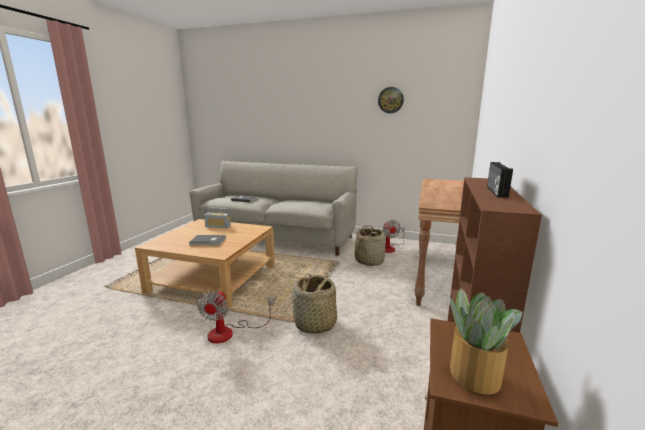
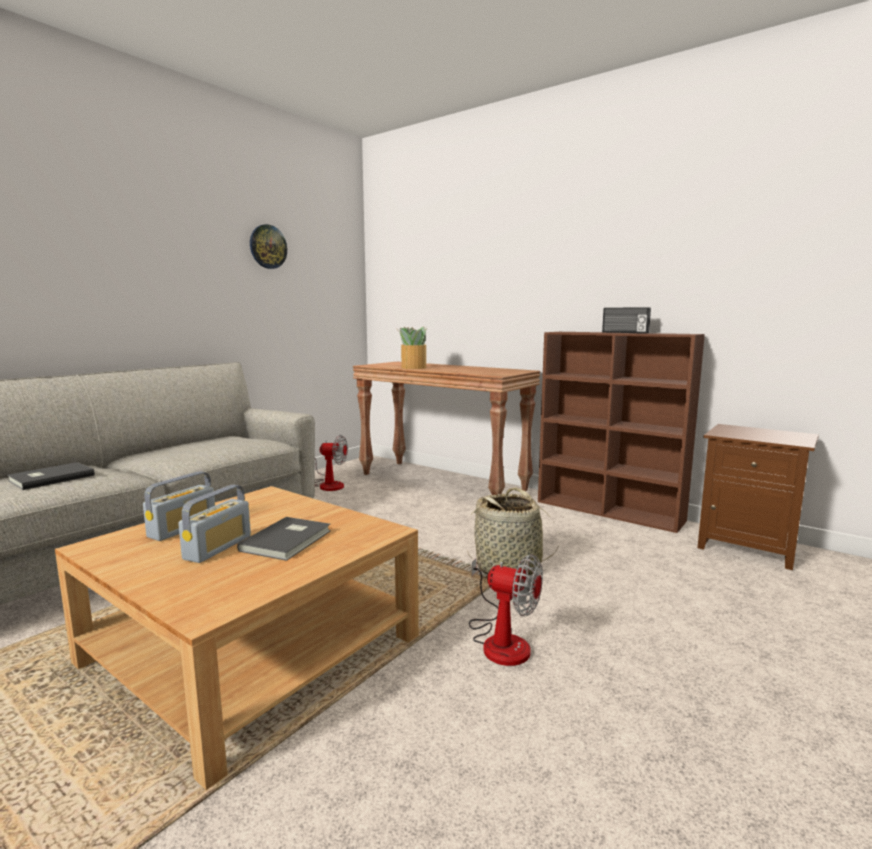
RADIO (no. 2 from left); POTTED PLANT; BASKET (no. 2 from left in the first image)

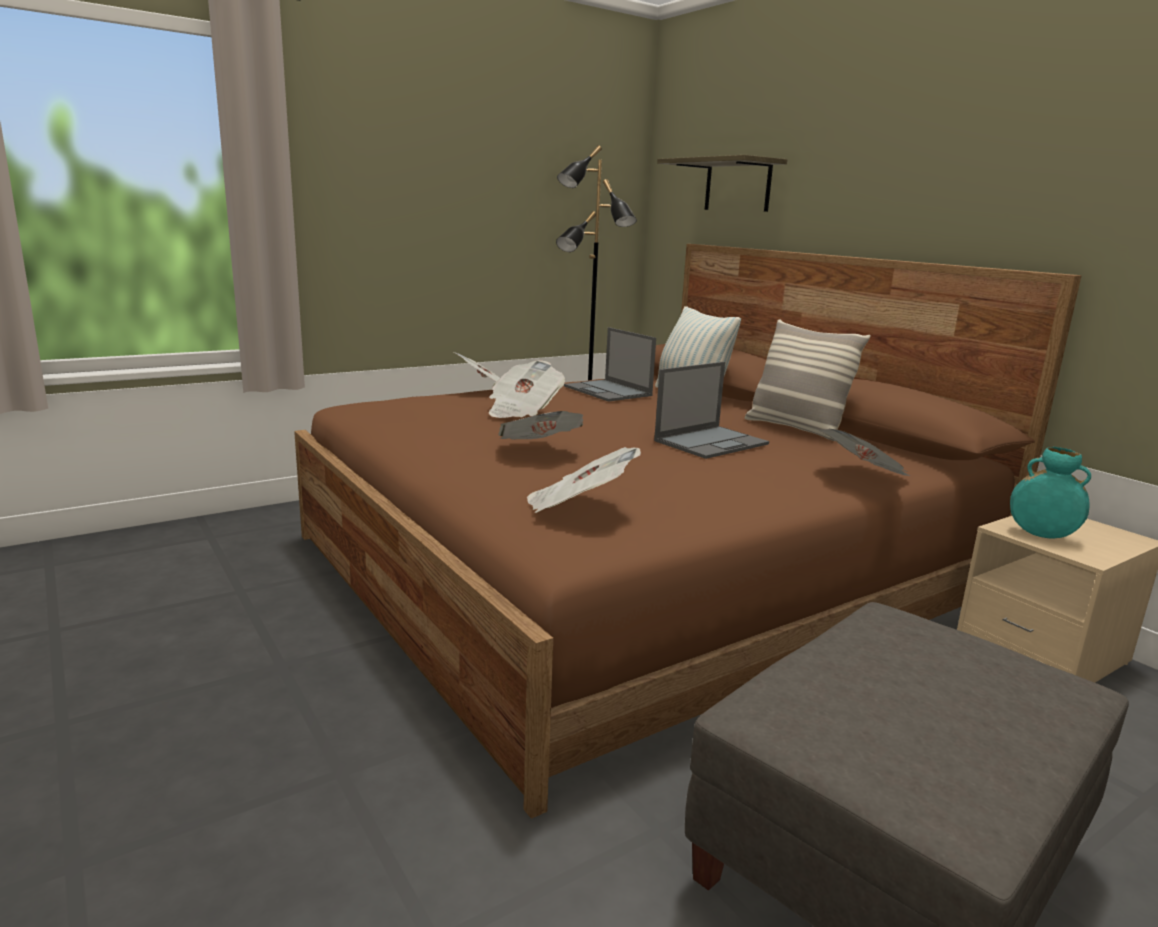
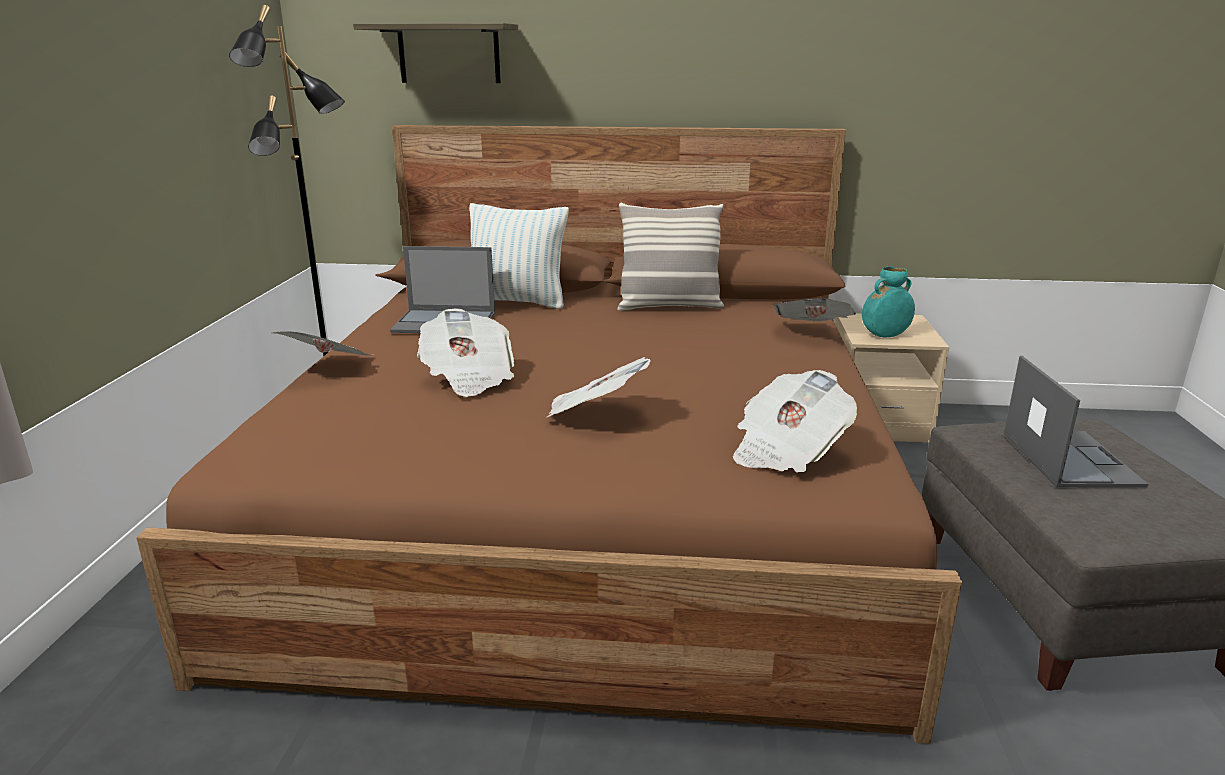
LAPTOP (no. 2 from left)

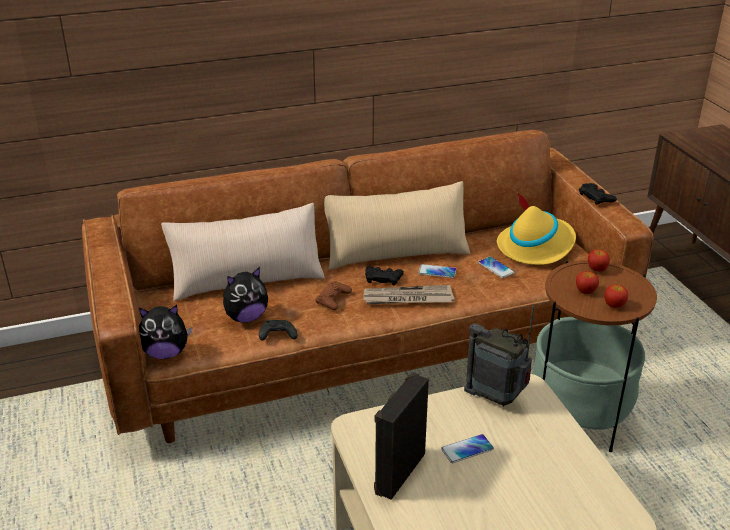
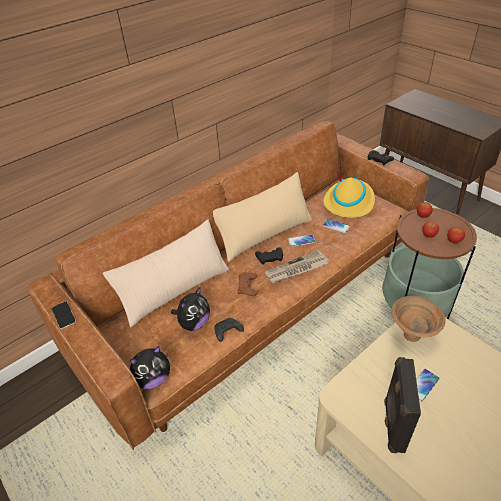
PHONE (no. 1 from left); BROWN BOWL

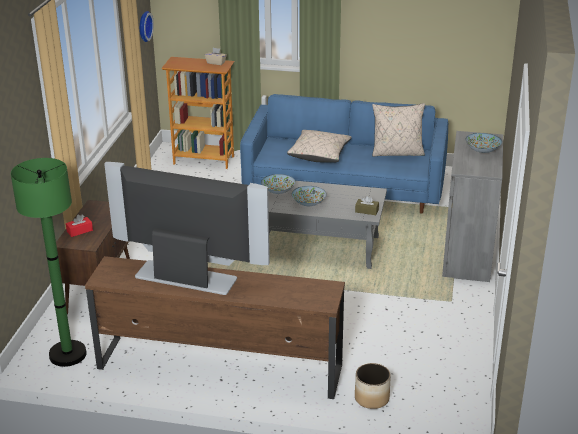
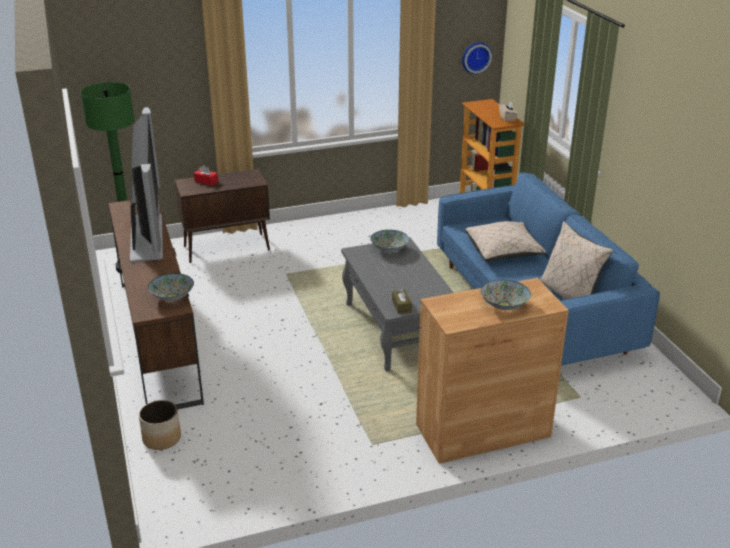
BOWL (no. 1 from left); BROWN CABINET (no. 2 from left)

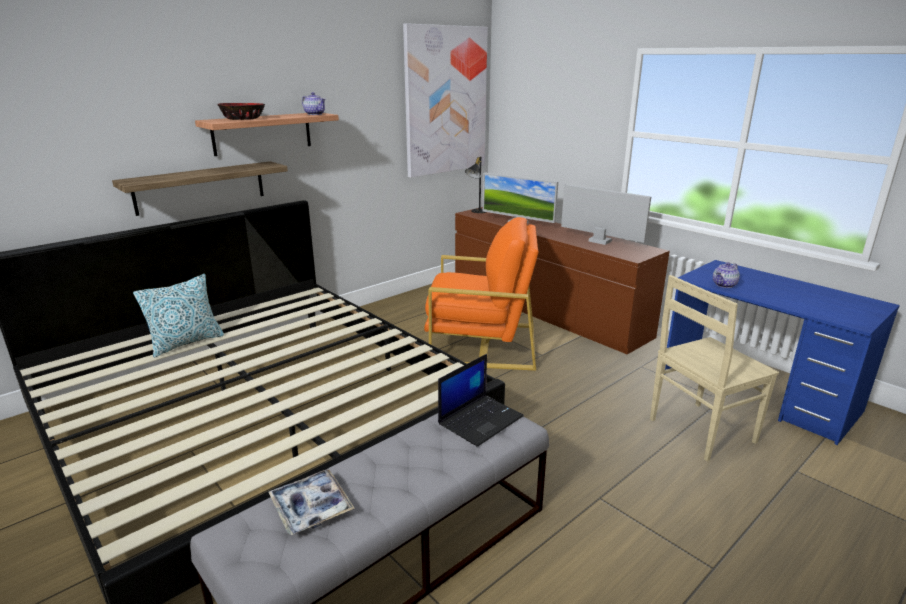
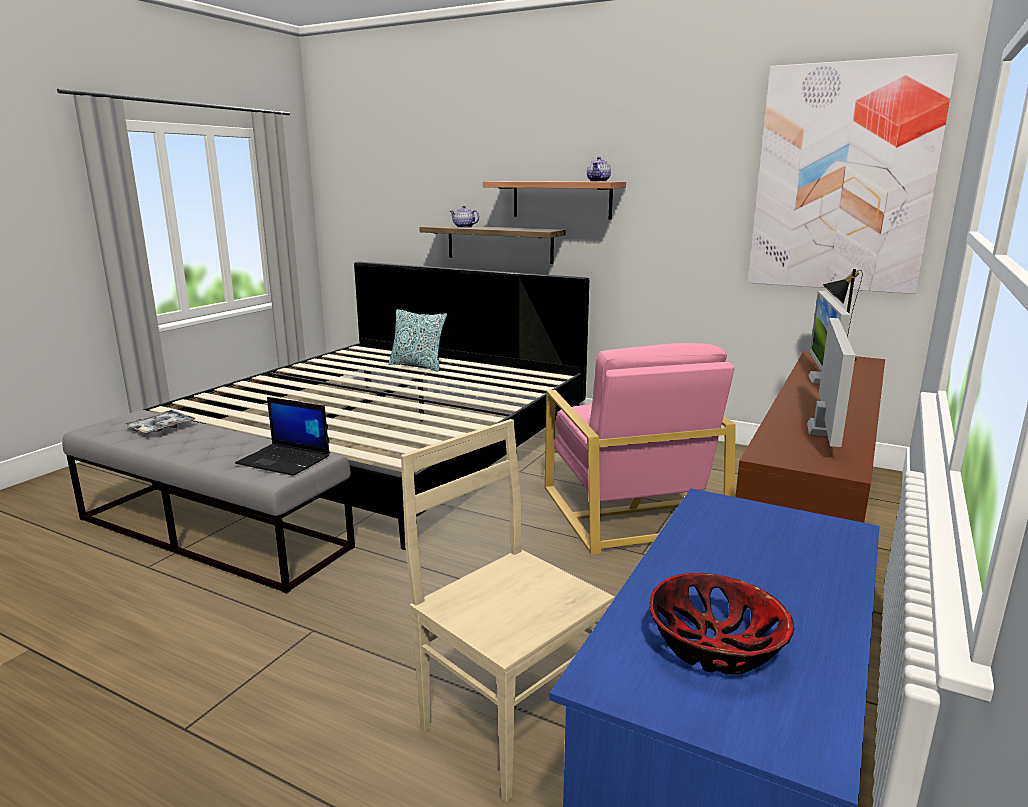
TEAPOT (no. 1 from left); PINK ARMCHAIR; BOWL

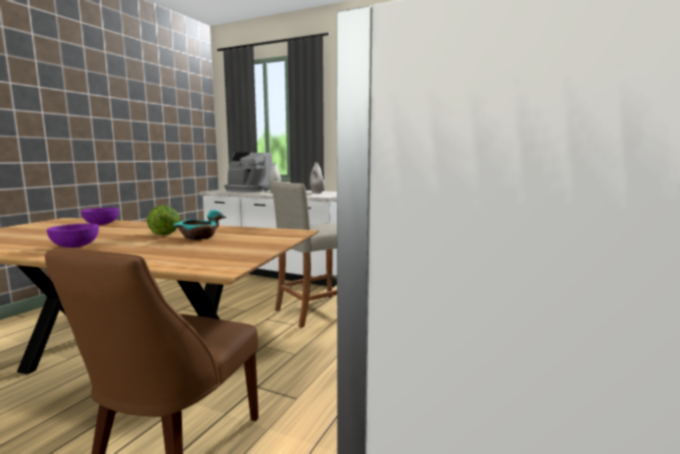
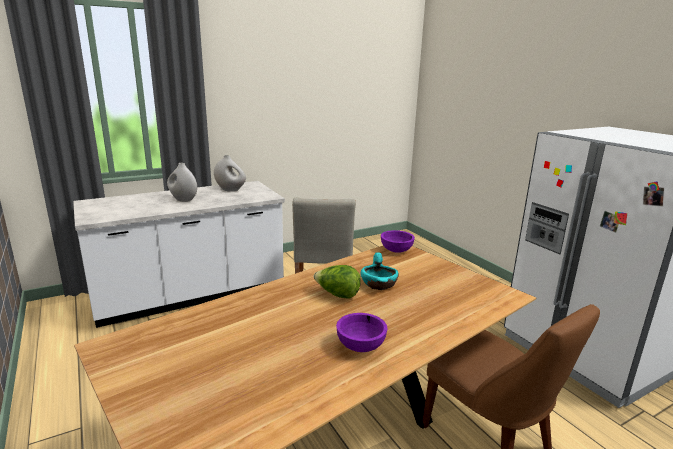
PURPLE BOWL (no. 2 from left); COFFEE MACHINE

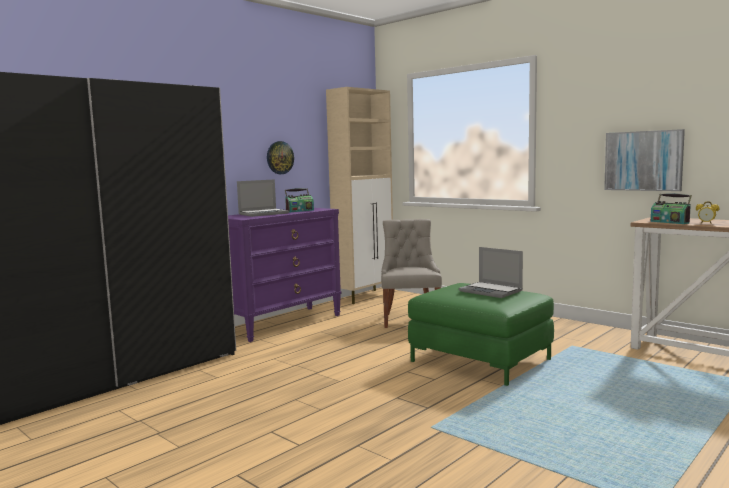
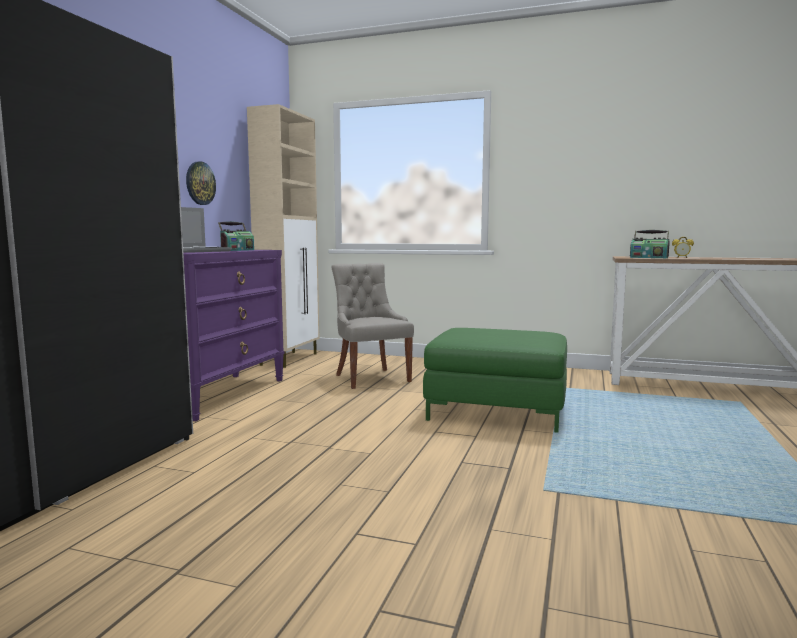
LAPTOP (no. 2 from left in the first image); PICTURE

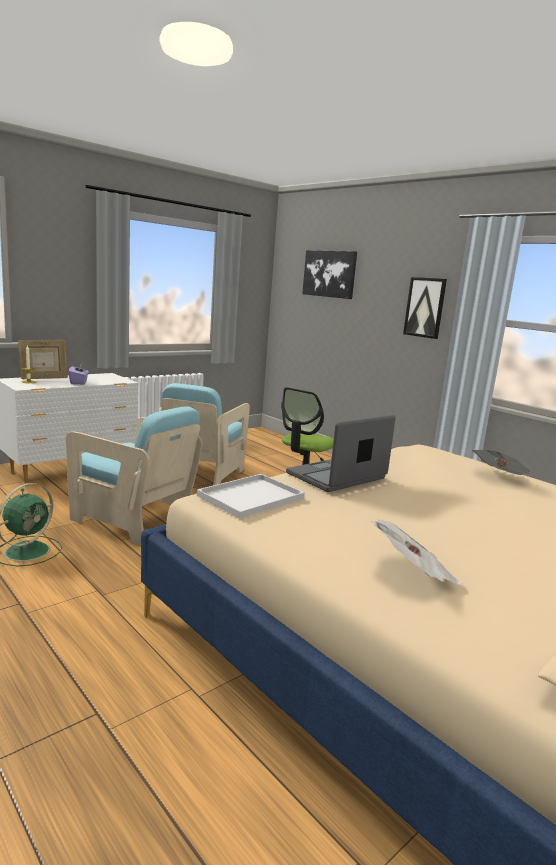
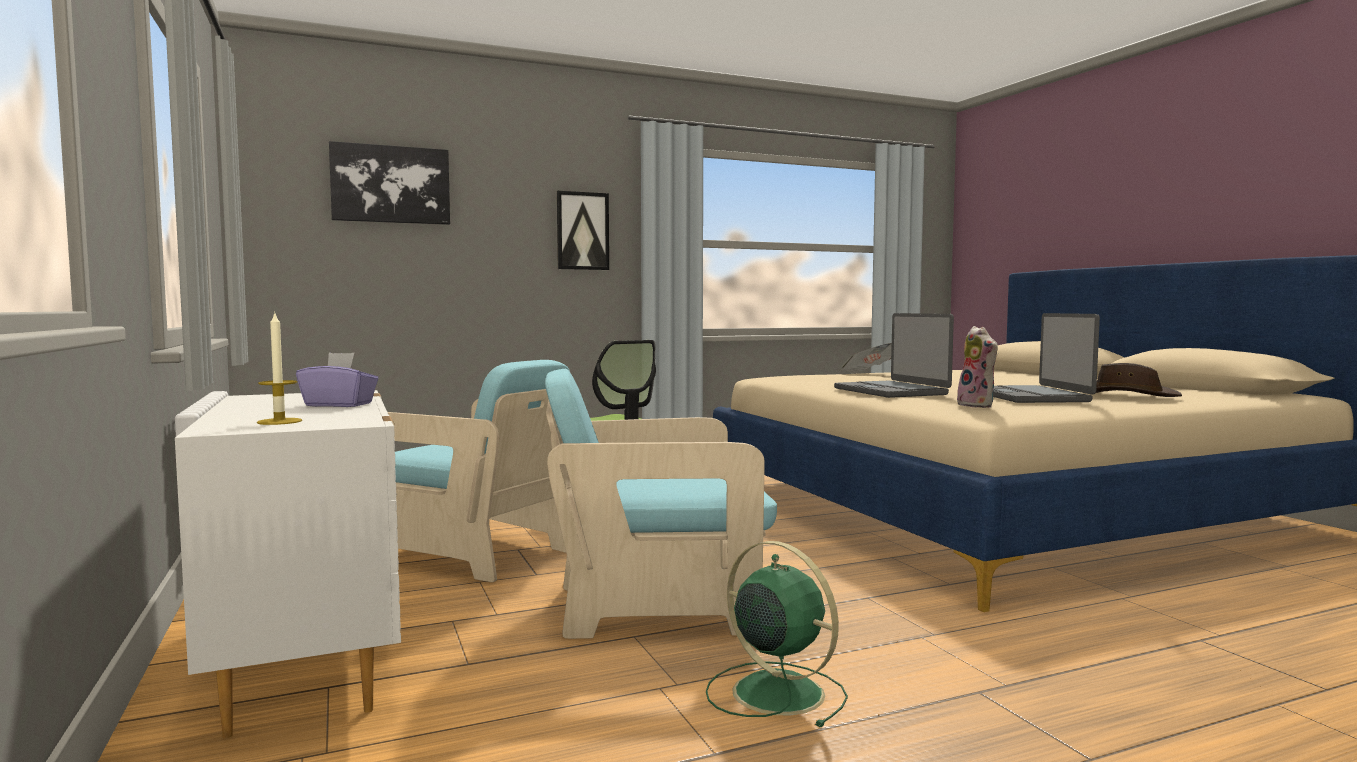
TURQUOISE ARMCHAIR (no. 2 from left); PLUSH TOY; LAPTOP (no. 2 from left); BROWN HAT; PICTURE FRAME

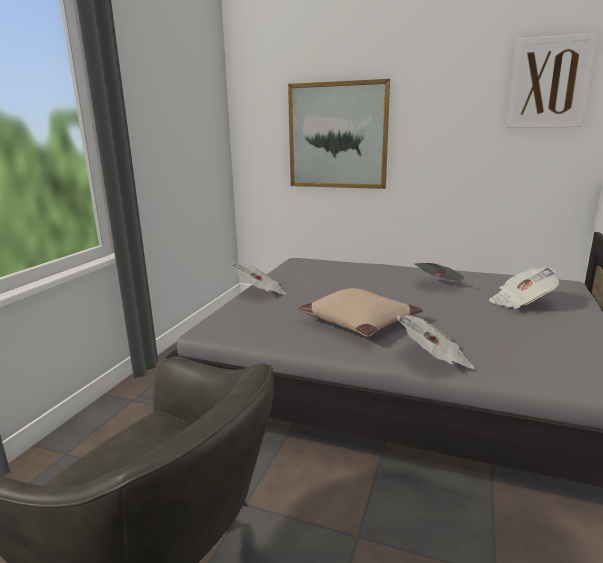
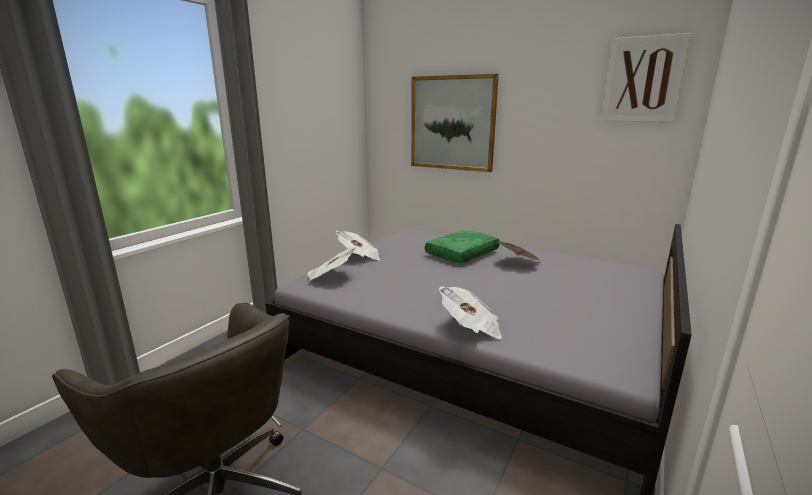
NEWSPAPER (no. 1 from left); GREEN PILLOW; BEIGE PILLOW

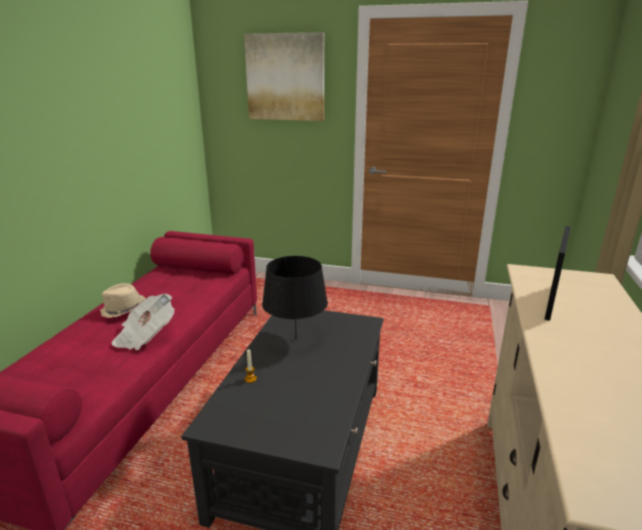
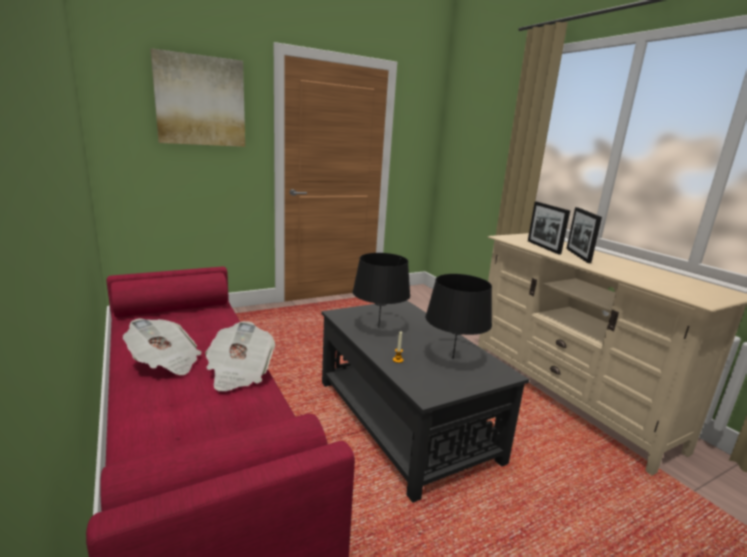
NEWSPAPER (no. 1 from left); BLACK TABLE LAMP (no. 2 from left); PICTURE FRAME (no. 2 from left)

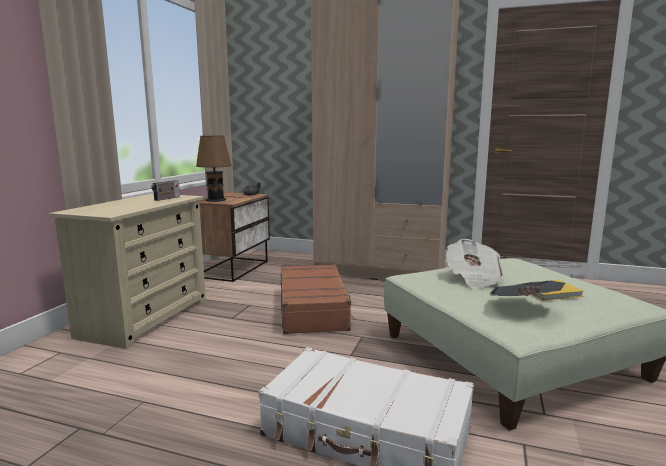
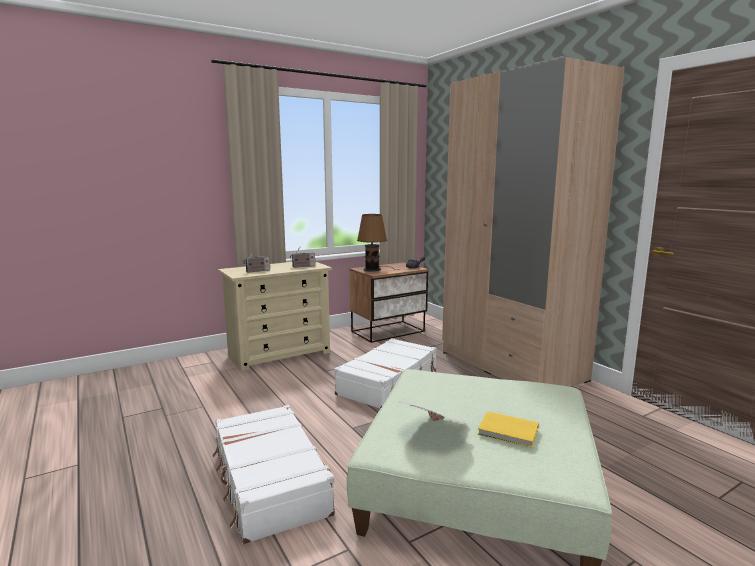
RADIO (no. 1 from left); WHITE SUITCASE (no. 2 from left); NEWSPAPER (no. 1 from left in the first image)

